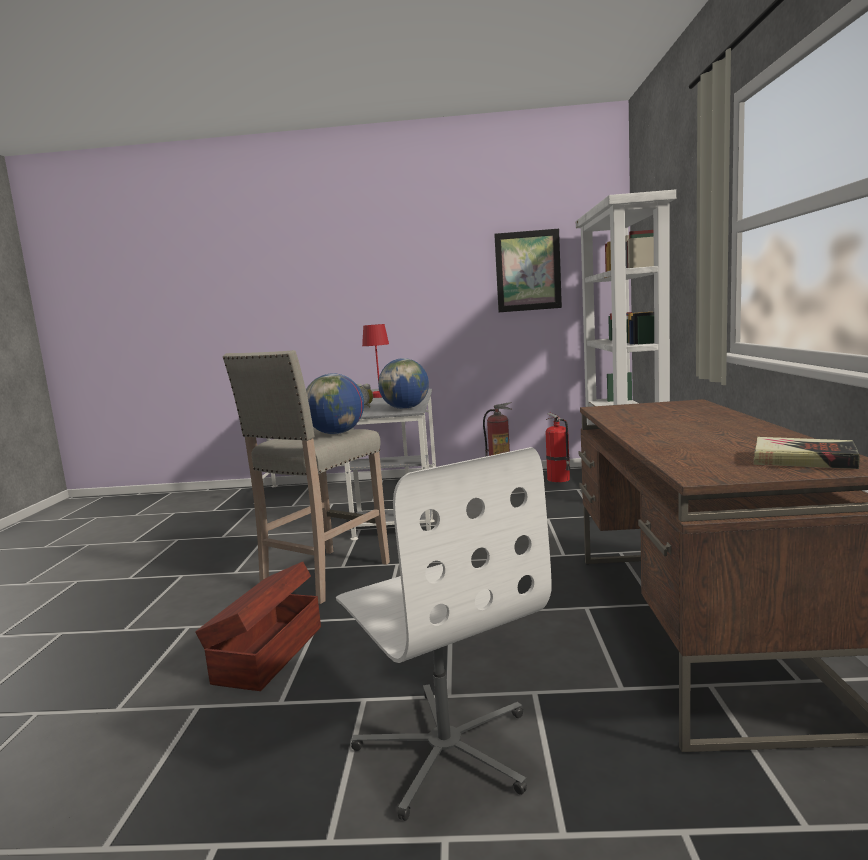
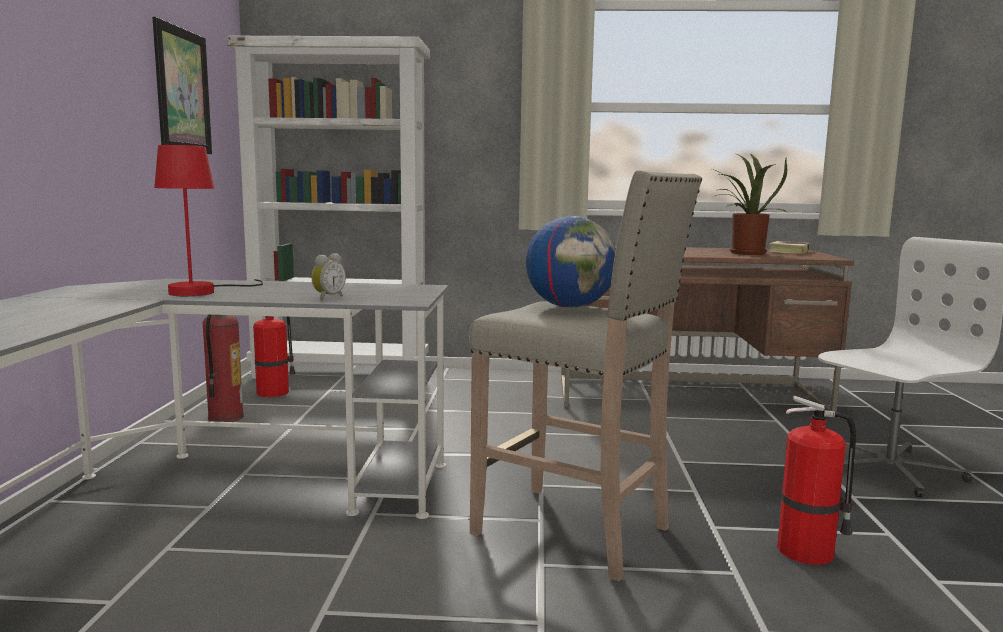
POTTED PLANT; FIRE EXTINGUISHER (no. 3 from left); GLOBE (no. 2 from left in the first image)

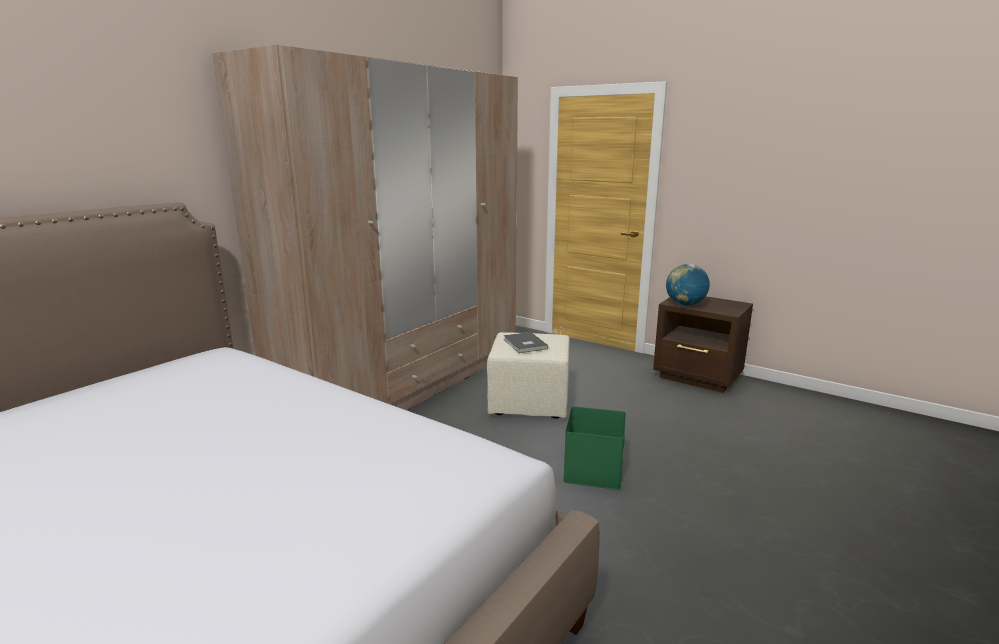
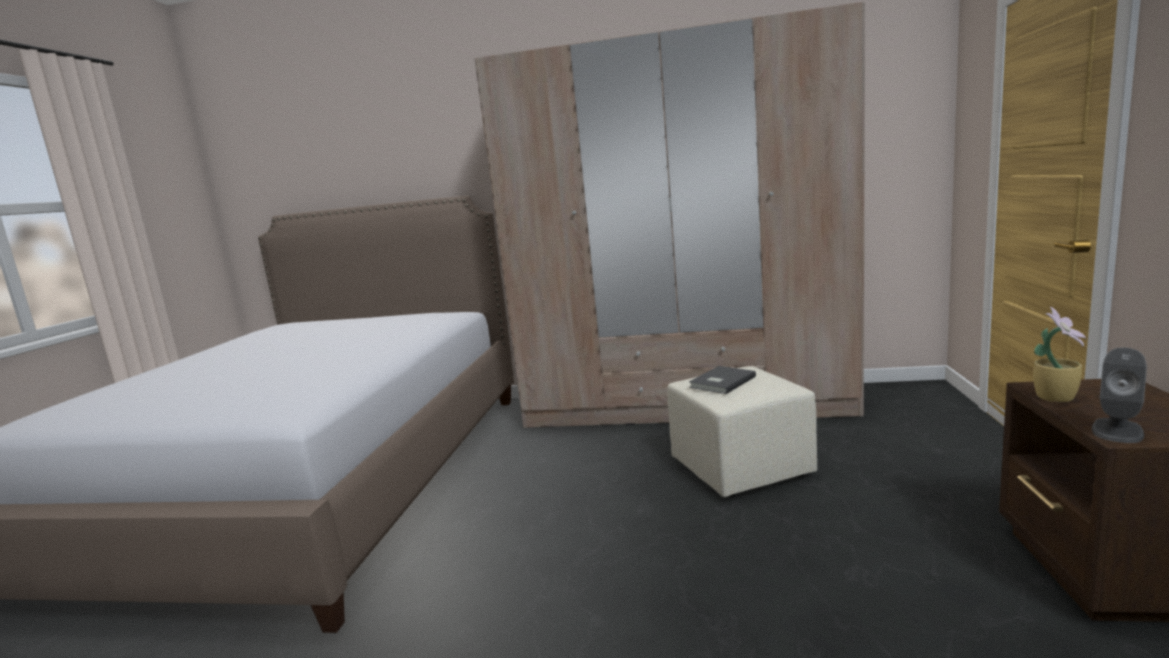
POTTED PLANT; GREY SPEAKER; GREEN STORAGE BOX

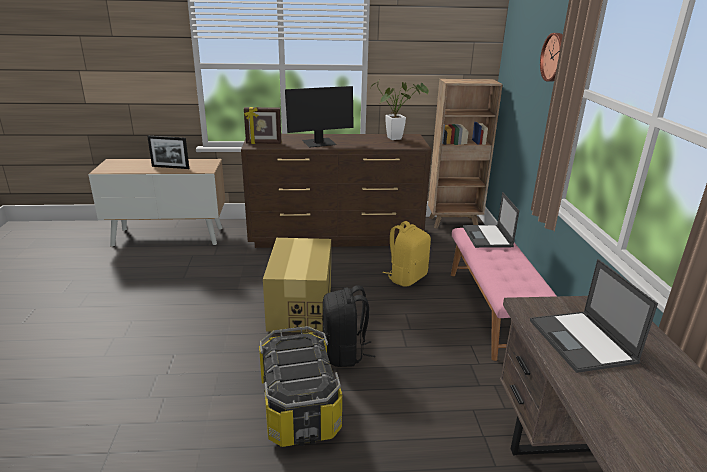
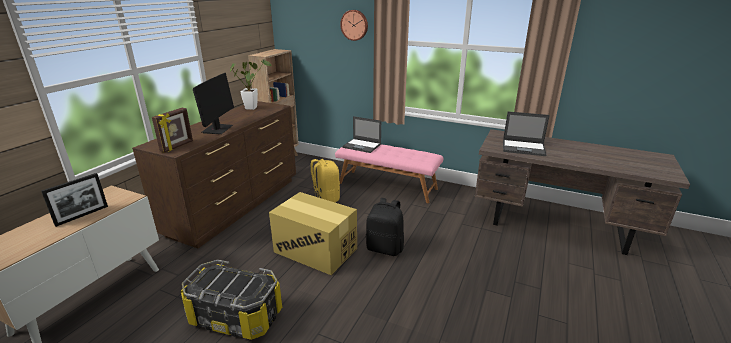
STORAGE BOX

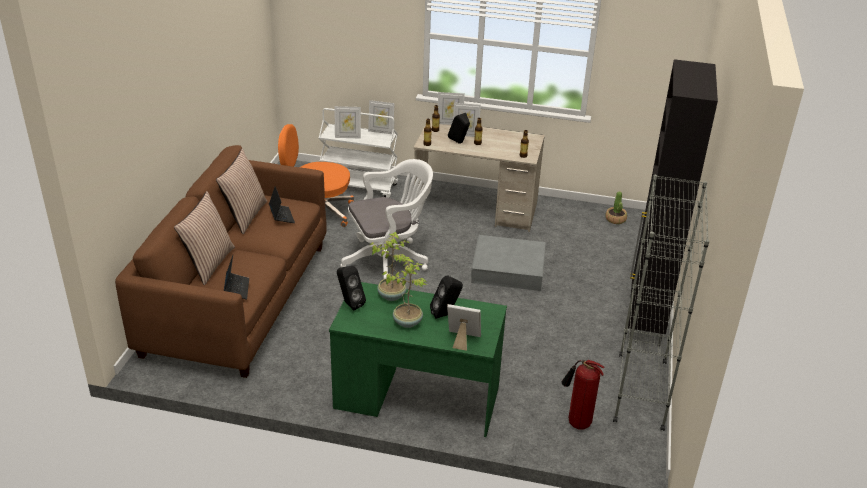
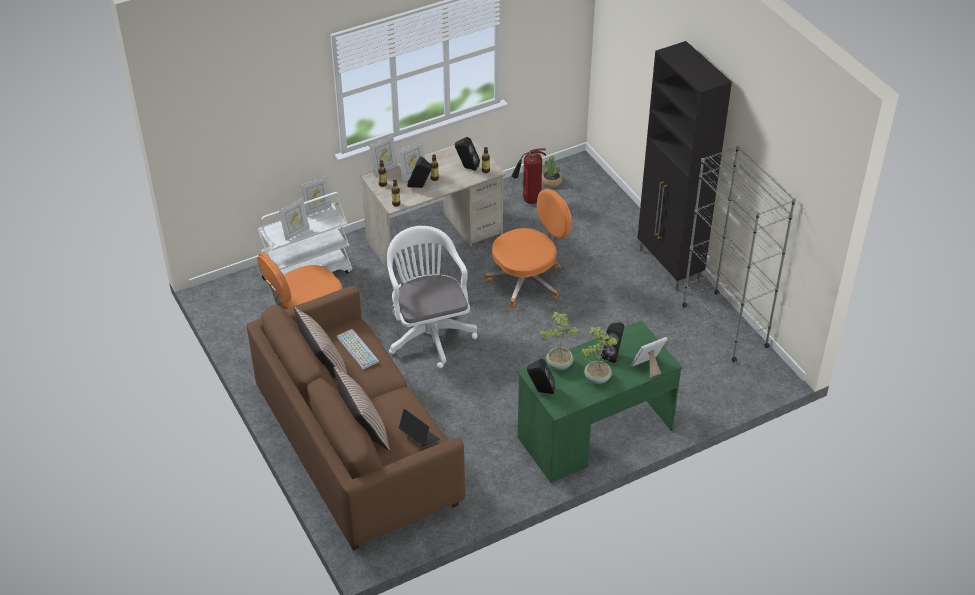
KEYBOARD; WHITE OFFICE CHAIR; BLACK SPEAKER (no. 2 from left); ORANGE OFFICE CHAIR (no. 2 from left); FIRE EXTINGUISHER

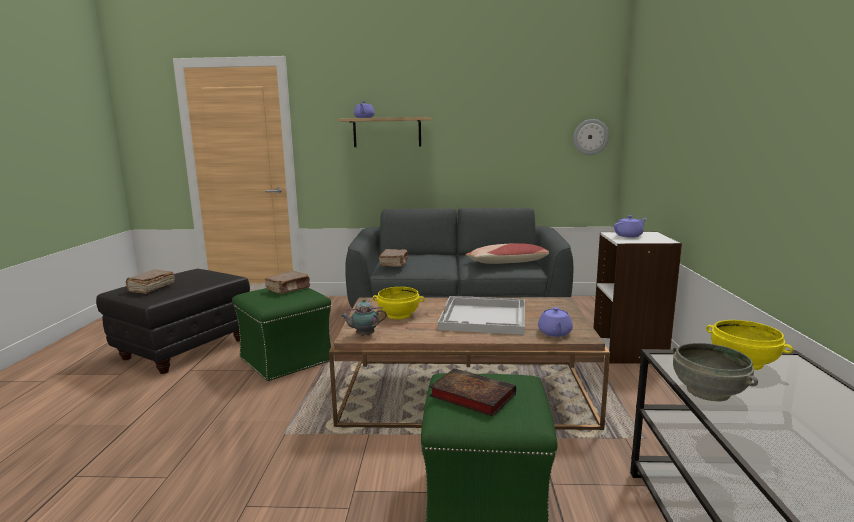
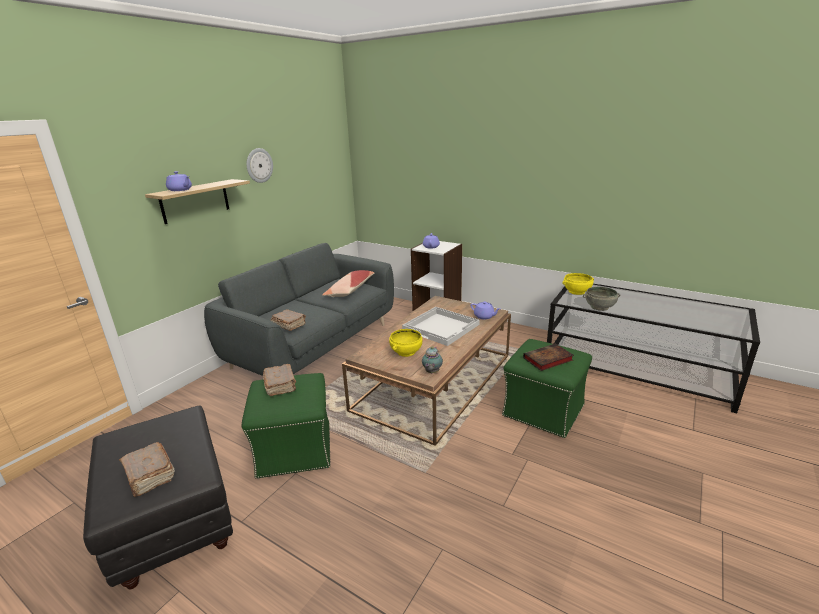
WALL CLOCK

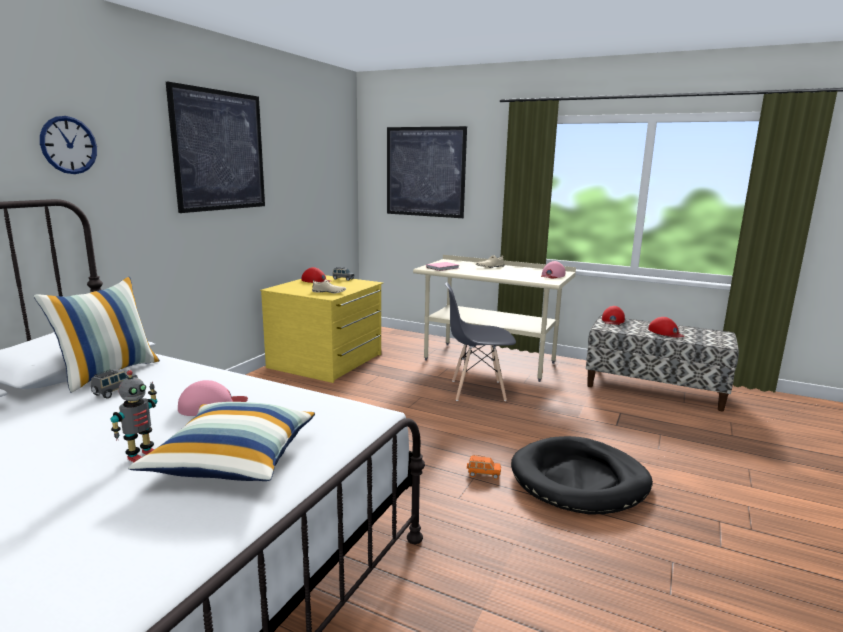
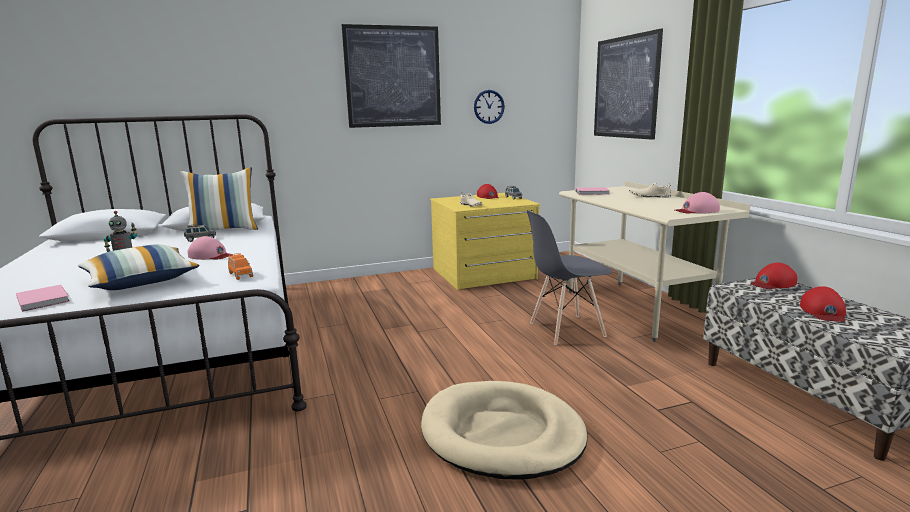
PINK BOOK (no. 1 from left); ORANGE TOY CAR; BEIGE DOG BED; WALL CLOCK; GREY CHAIR

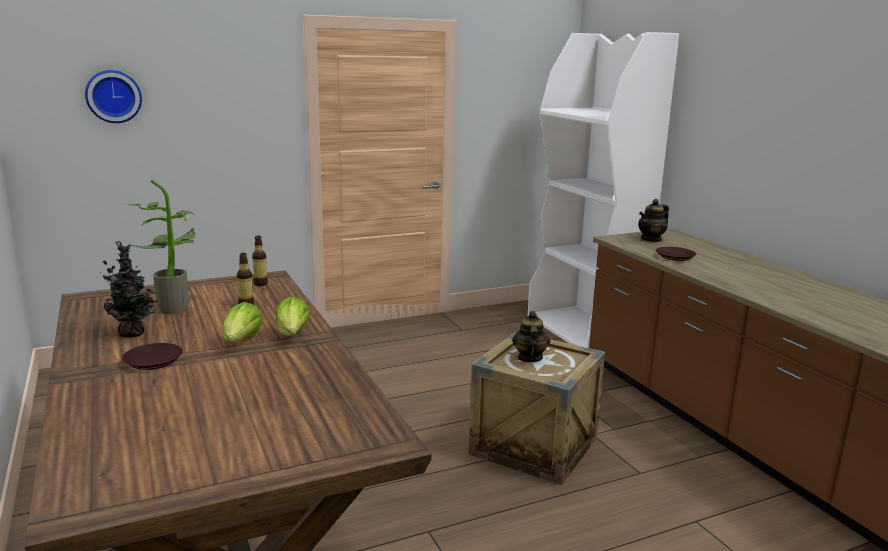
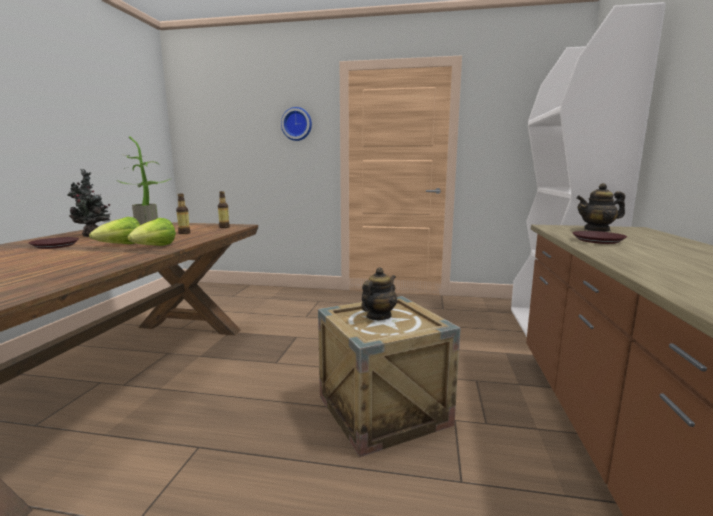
WALL CLOCK

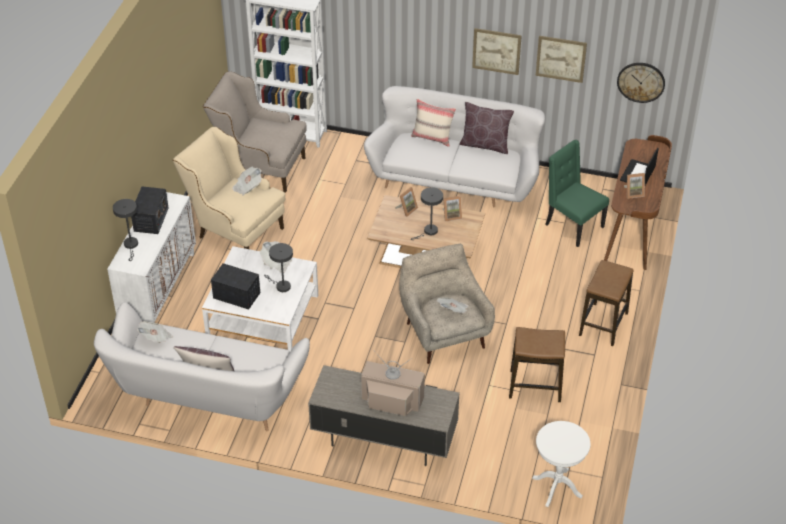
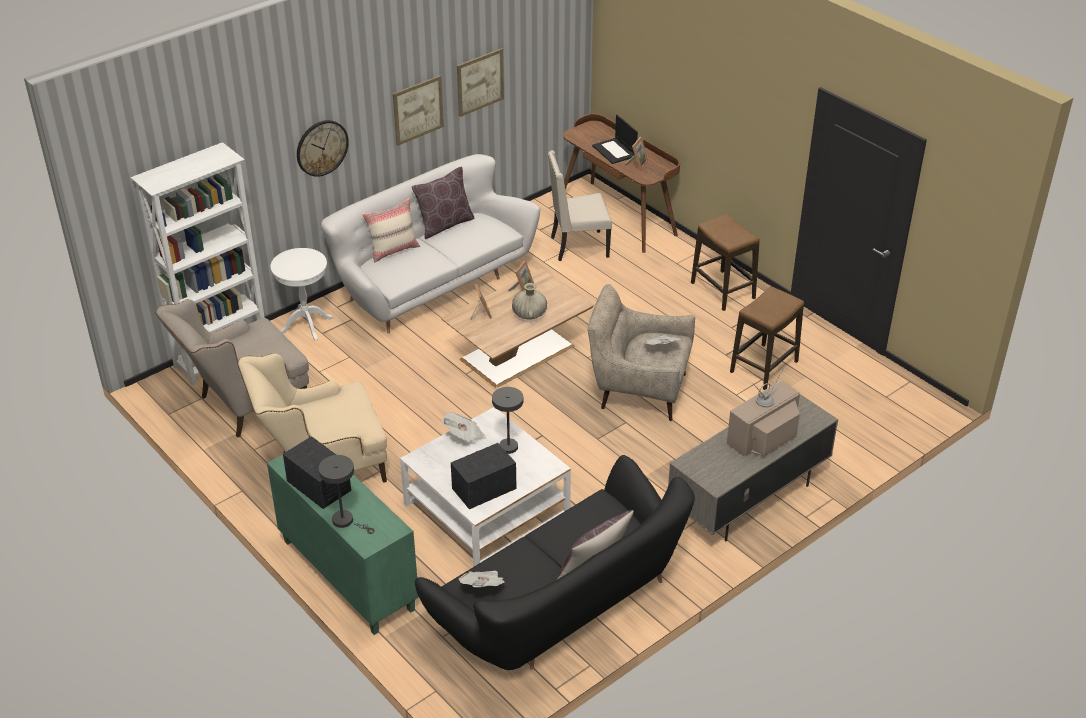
GREEN CABINET; WHITE SIDE TABLE; WALL CLOCK; BLACK SOFA; BEIGE VASE; BEIGE CHAIR; NEWSPAPER (no. 2 from left in the first image)

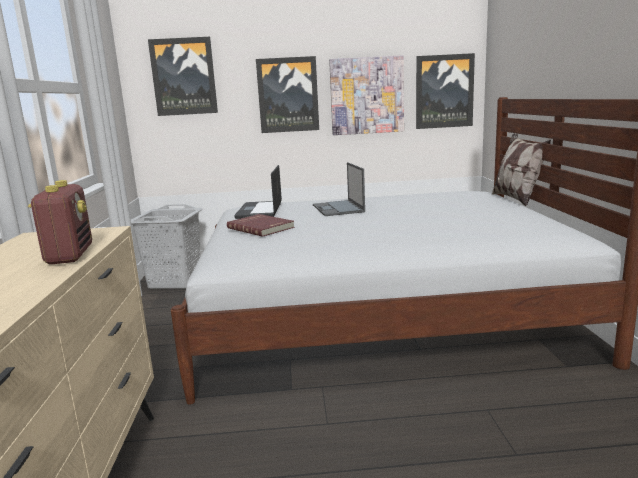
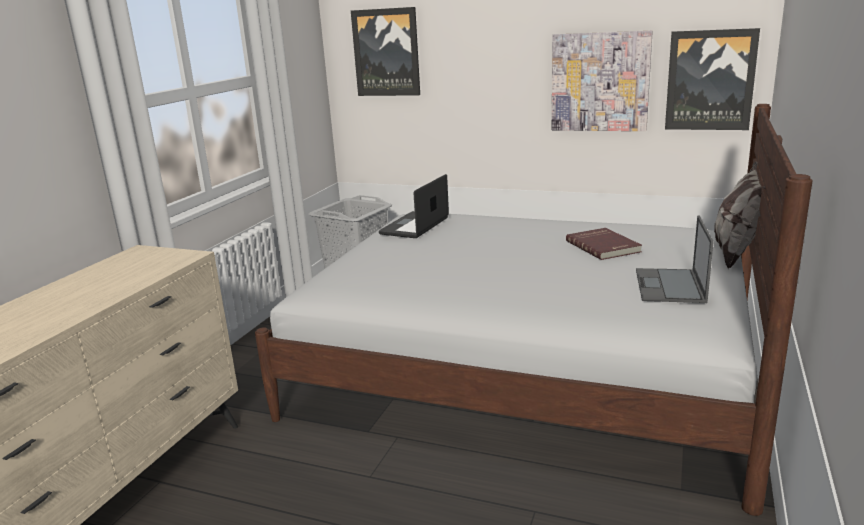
RED BOOK; LAPTOP (no. 2 from left); RADIO; PICTURE (no. 2 from left in the first image)

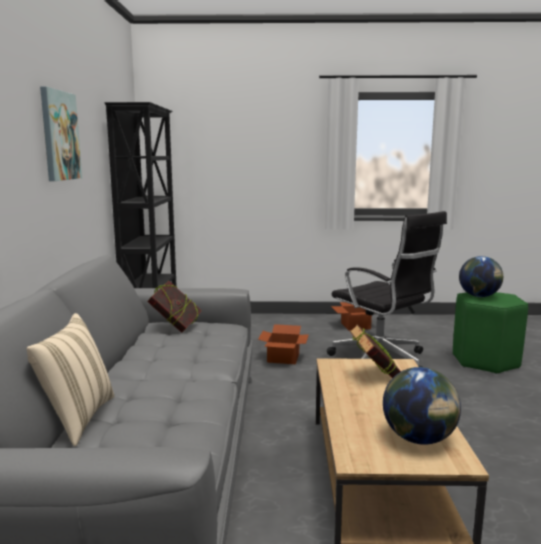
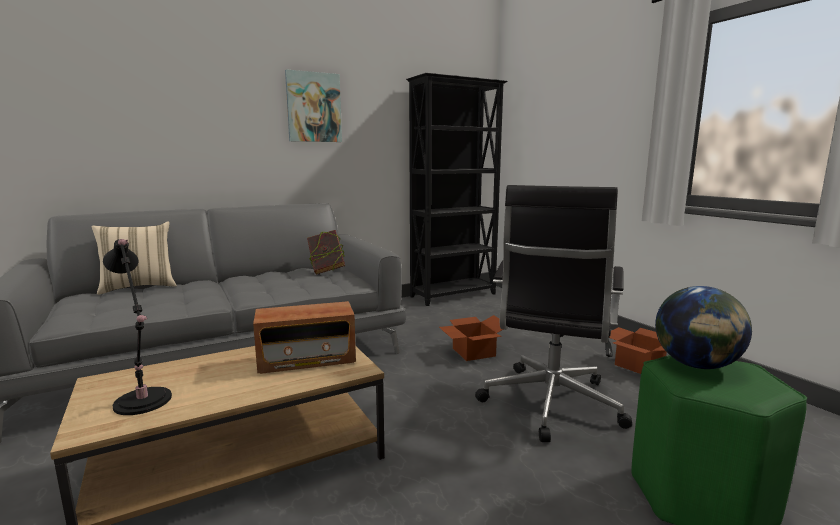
BLACK TABLE LAMP; RADIO

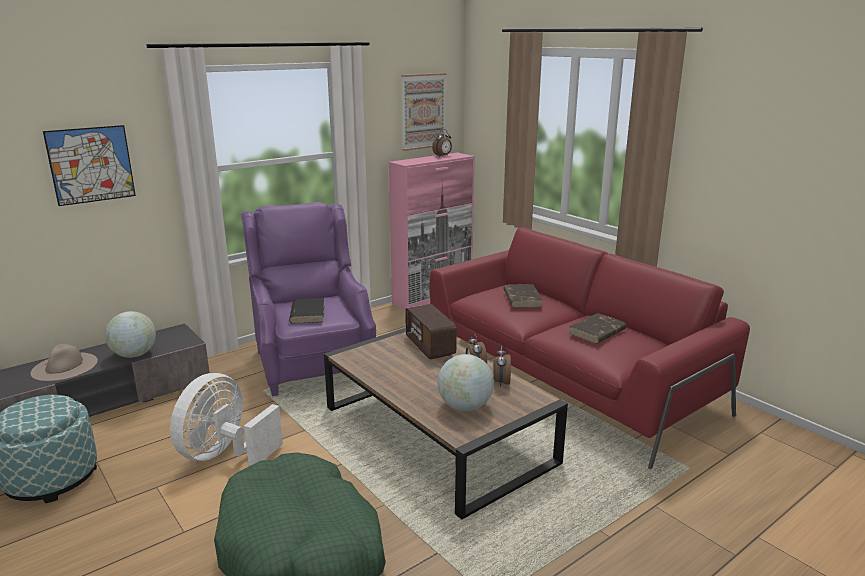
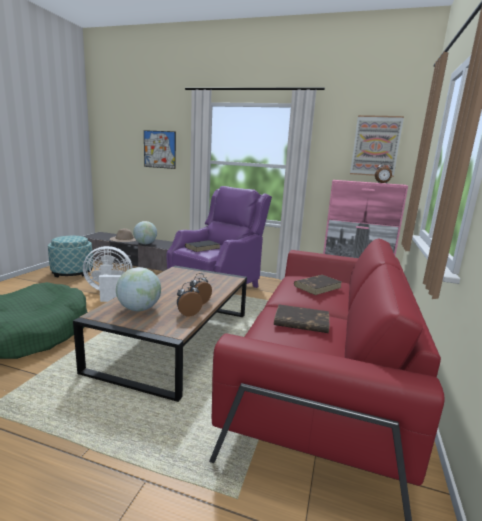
RADIO

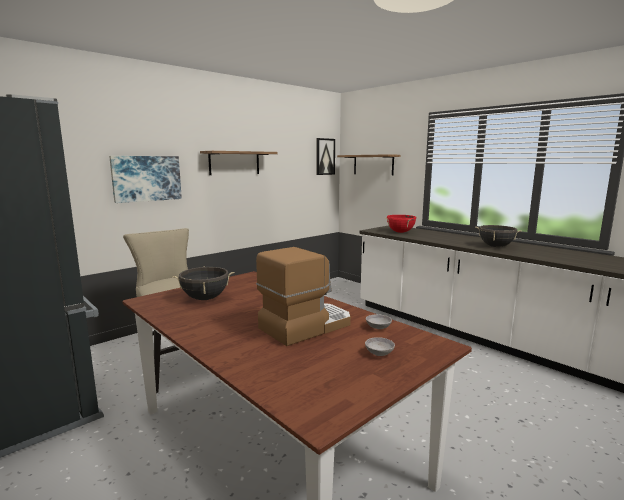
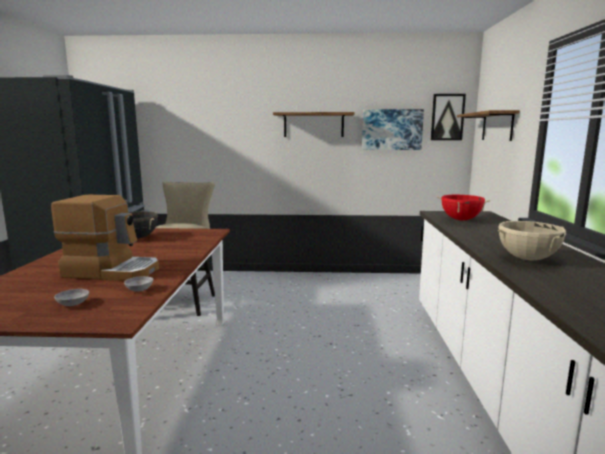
PICTURE (no. 1 from left); BEIGE COOKING POT

